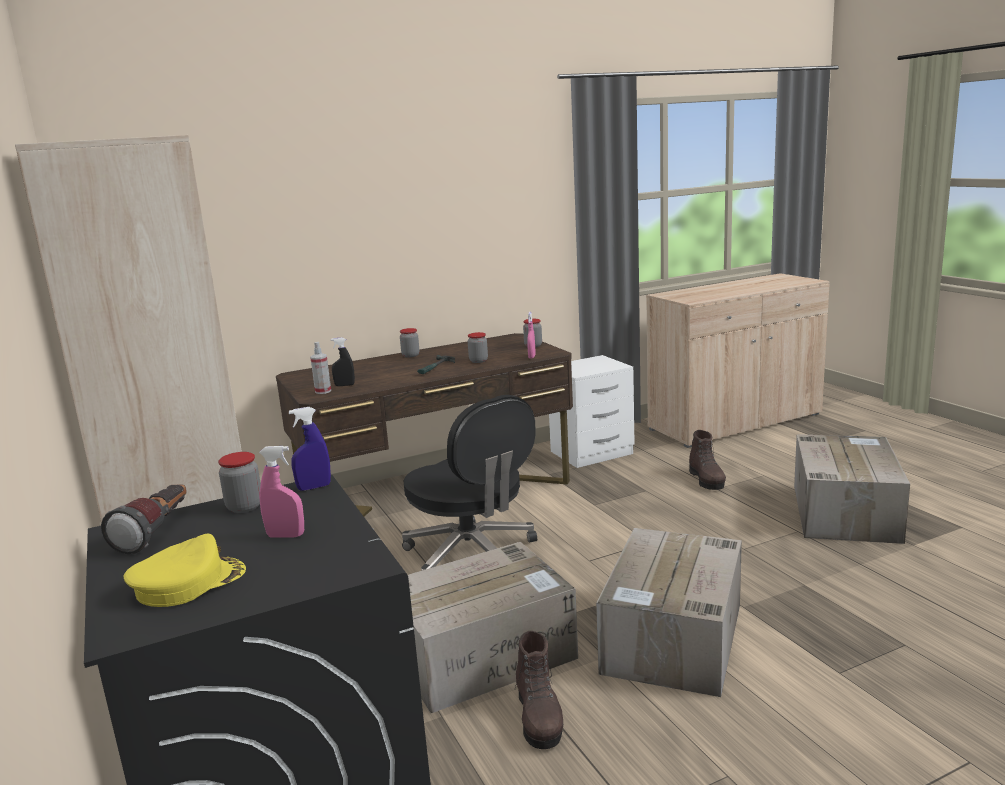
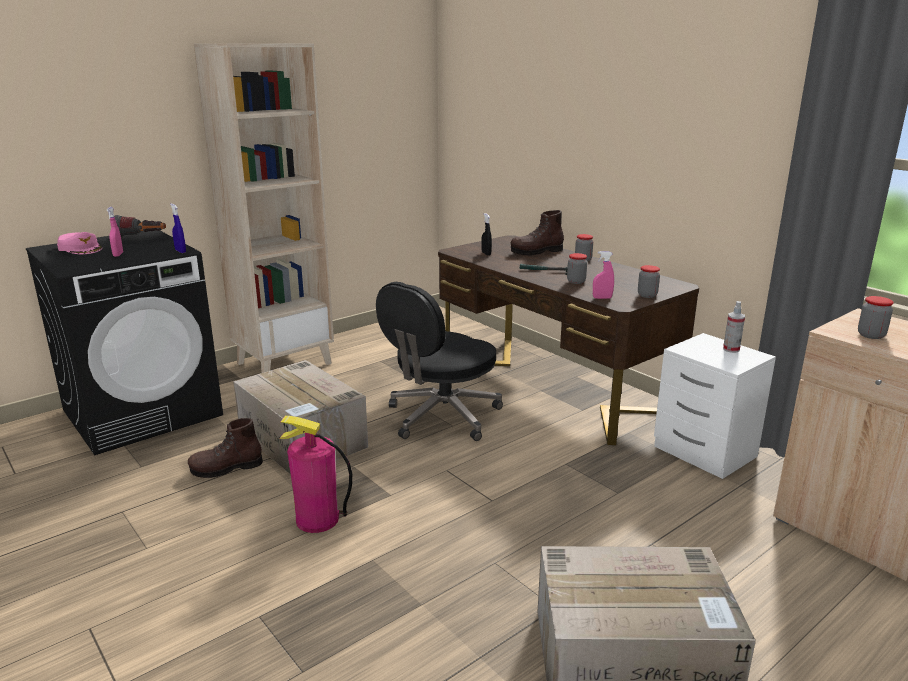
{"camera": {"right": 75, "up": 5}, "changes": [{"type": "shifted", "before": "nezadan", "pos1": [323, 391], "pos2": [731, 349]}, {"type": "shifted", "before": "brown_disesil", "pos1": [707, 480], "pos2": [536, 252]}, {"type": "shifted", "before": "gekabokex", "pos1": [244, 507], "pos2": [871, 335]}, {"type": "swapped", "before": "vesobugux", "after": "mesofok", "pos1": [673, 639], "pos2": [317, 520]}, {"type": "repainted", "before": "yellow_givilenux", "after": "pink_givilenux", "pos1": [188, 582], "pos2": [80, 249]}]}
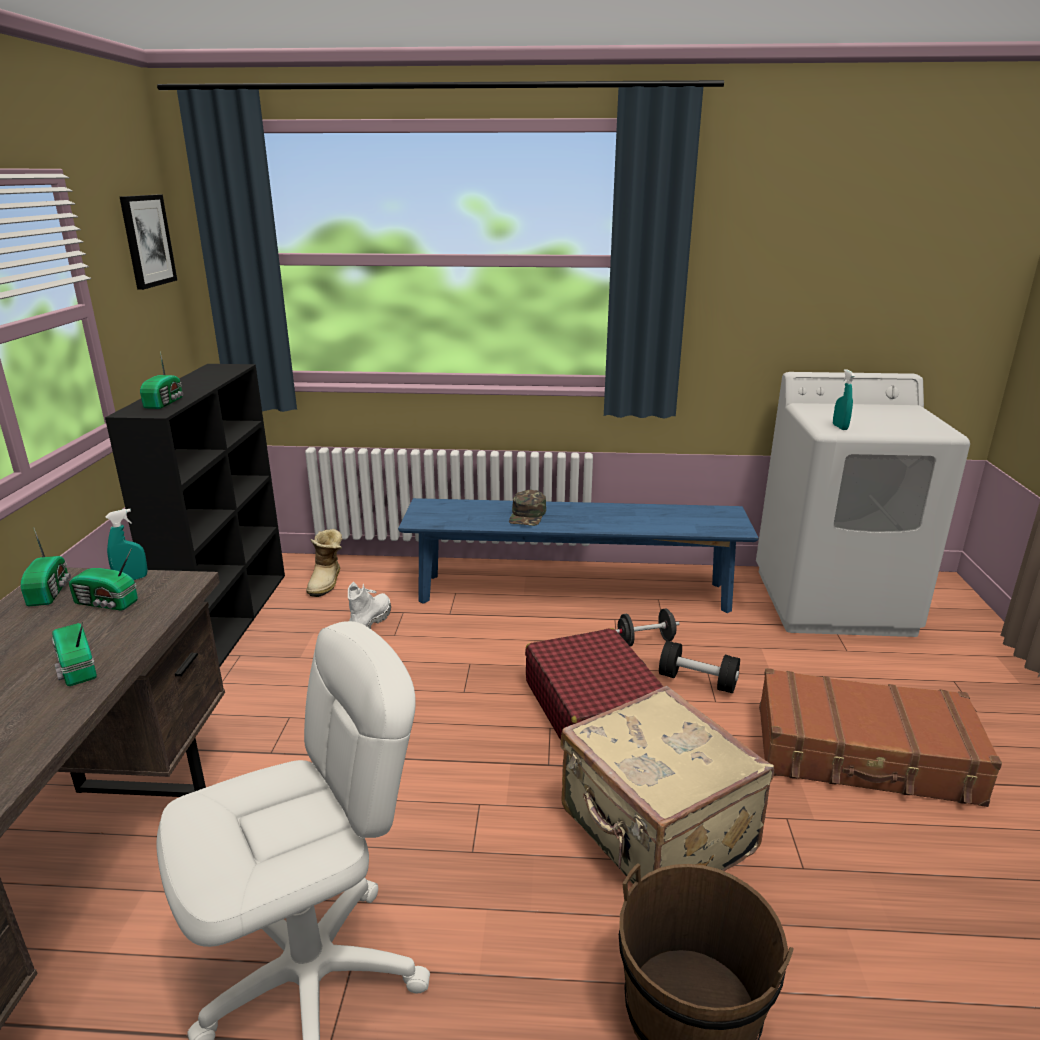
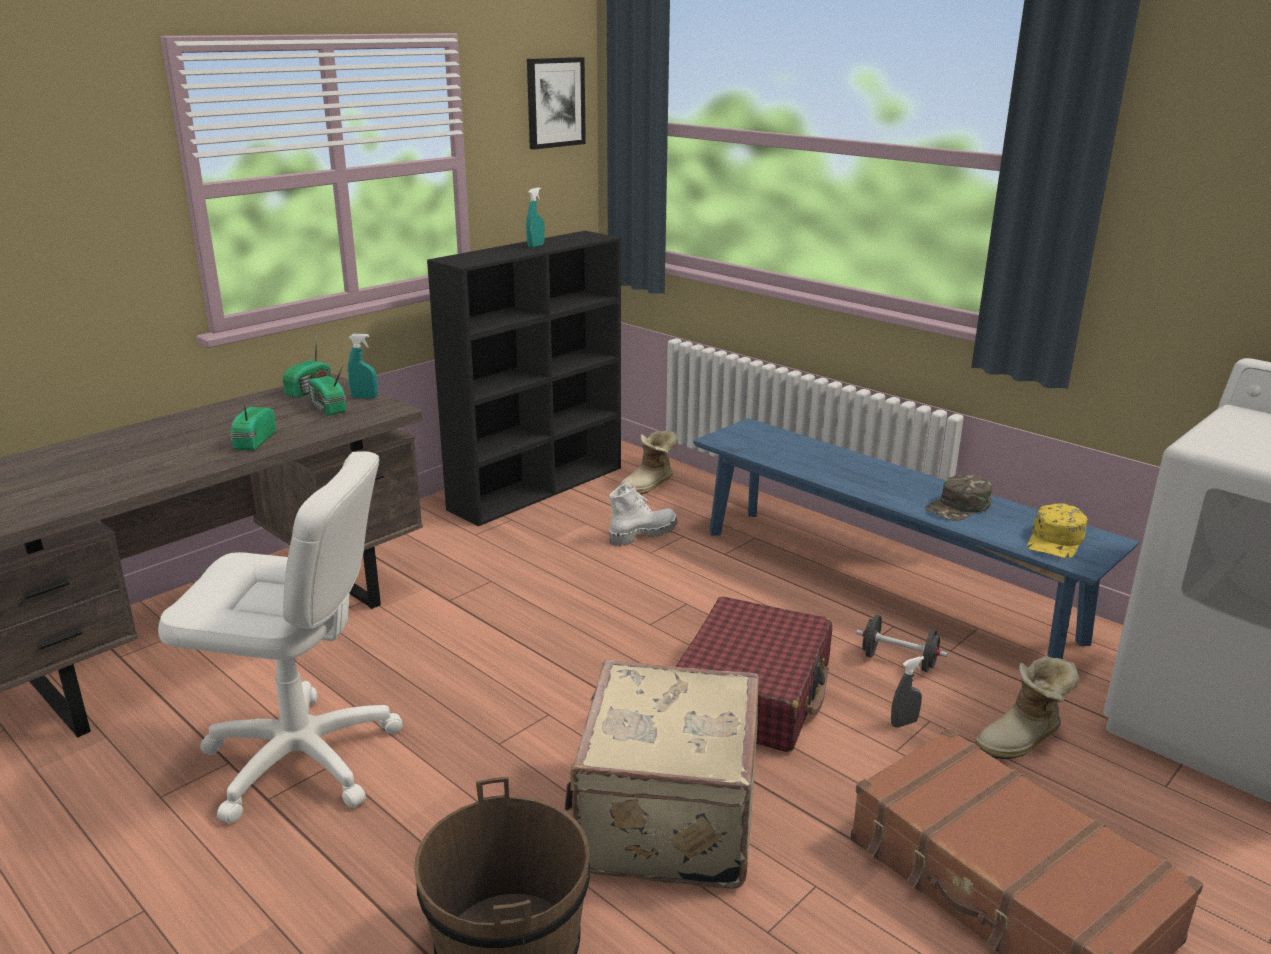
{"camera": {"right": 40, "up": 0}, "changes": [{"type": "gone", "before": "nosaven", "pos1": [165, 402]}, {"type": "shifted", "before": "turquoise_nezadan", "pos1": [840, 427], "pos2": [536, 246]}, {"type": "shifted", "before": "green_givilenux", "pos1": [528, 515], "pos2": [958, 507]}, {"type": "swapped", "before": "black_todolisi", "after": "grey_nezadan", "pos1": [697, 681], "pos2": [904, 723]}, {"type": "new", "after": "yellow_givilenux", "pos2": [1056, 541]}, {"type": "new", "after": "disesil", "pos2": [1023, 740]}]}
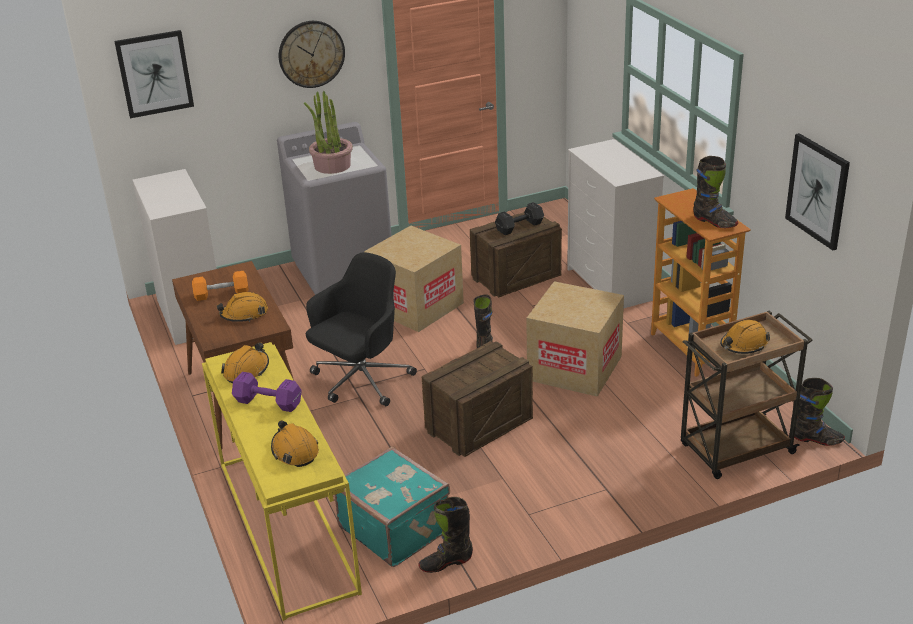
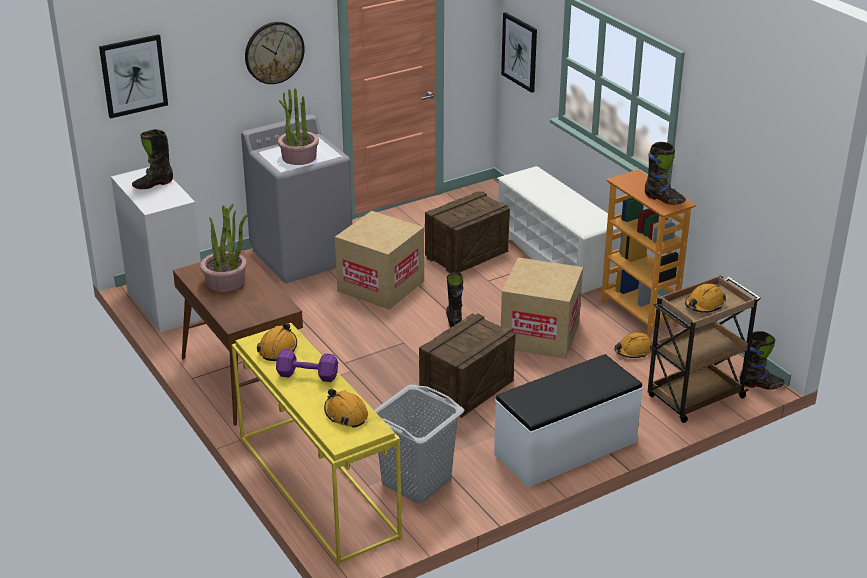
{"camera": {"right": -10, "up": 0}, "changes": [{"type": "shifted", "before": "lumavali", "pos1": [817, 191], "pos2": [520, 52]}, {"type": "swapped", "before": "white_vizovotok", "after": "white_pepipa", "pos1": [611, 284], "pos2": [555, 258]}, {"type": "gone", "before": "black_todolisi", "pos1": [520, 227]}, {"type": "gone", "before": "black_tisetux", "pos1": [361, 381]}, {"type": "swapped", "before": "orange_todolisi", "after": "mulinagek", "pos1": [221, 294], "pos2": [226, 281]}, {"type": "shifted", "before": "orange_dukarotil", "pos1": [244, 314], "pos2": [633, 351]}, {"type": "swapped", "before": "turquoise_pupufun", "after": "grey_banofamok", "pos1": [395, 528], "pos2": [416, 481]}, {"type": "shifted", "before": "black_disesil", "pos1": [446, 563], "pos2": [153, 184]}, {"type": "new", "after": "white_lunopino", "pos2": [566, 449]}]}
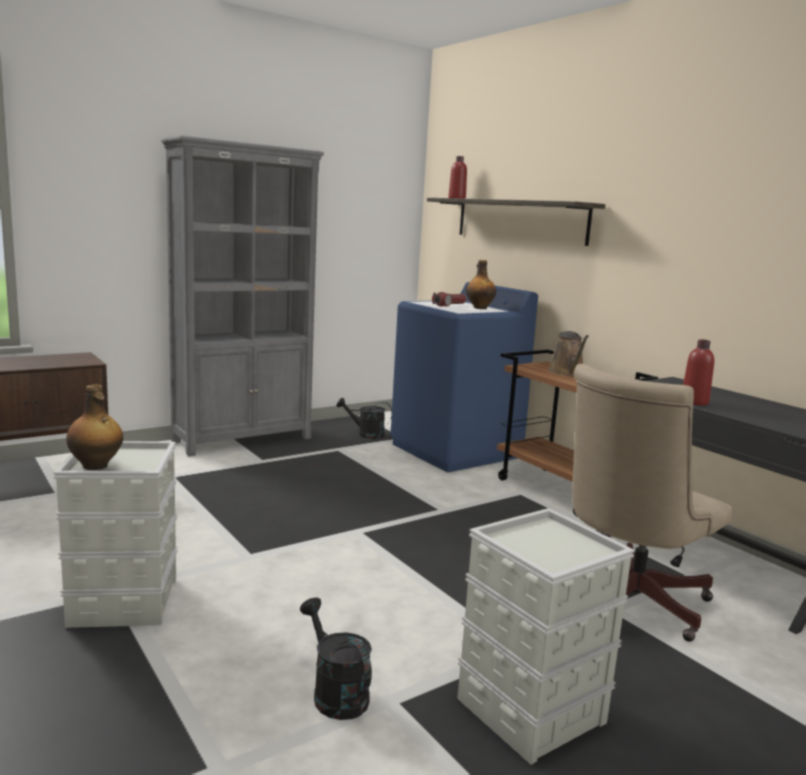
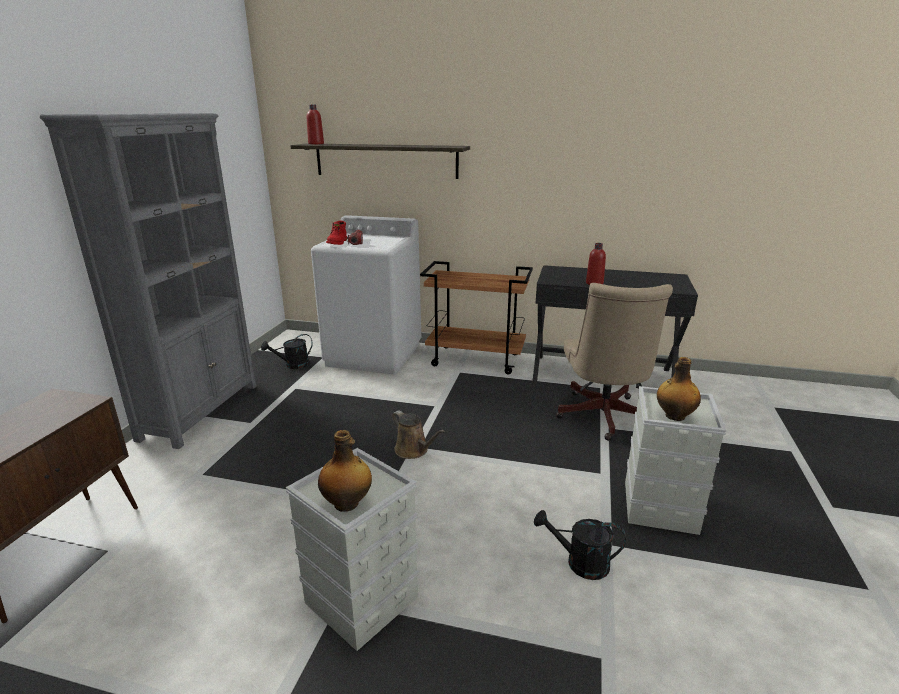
{"camera": {"right": -40, "up": 10}, "changes": [{"type": "shifted", "before": "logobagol", "pos1": [479, 308], "pos2": [674, 416]}, {"type": "repainted", "before": "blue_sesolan", "after": "white_sesolan", "pos1": [455, 451], "pos2": [374, 354]}, {"type": "shifted", "before": "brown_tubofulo", "pos1": [567, 372], "pos2": [413, 450]}, {"type": "new", "after": "red_disesil", "pos2": [338, 242]}]}
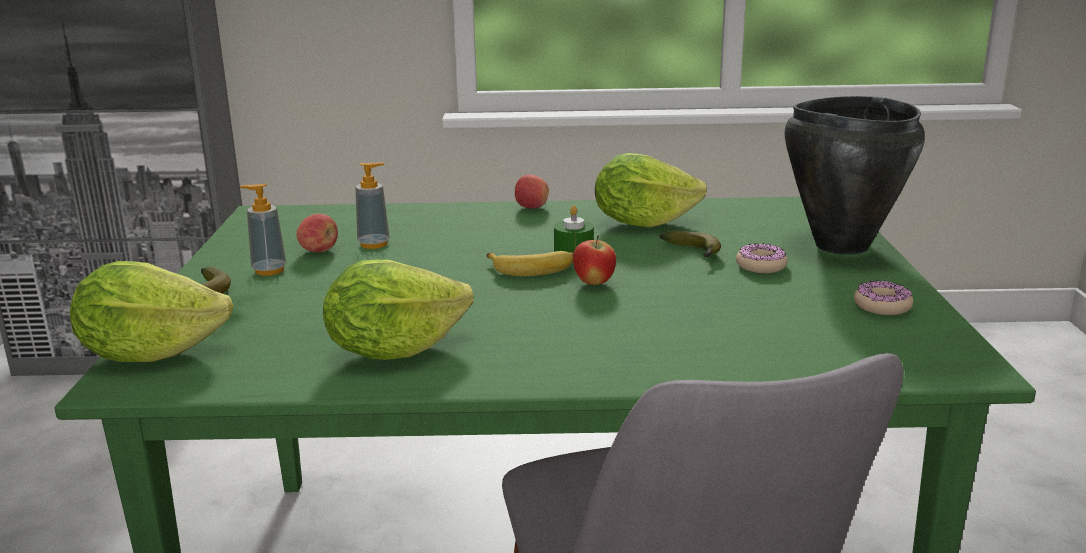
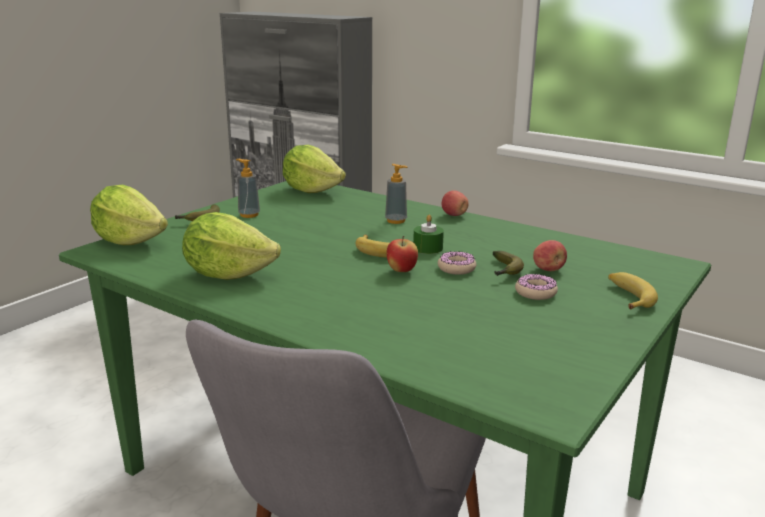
{"camera": {"right": 35, "up": 0}, "changes": [{"type": "swapped", "before": "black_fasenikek", "after": "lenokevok", "pos1": [840, 245], "pos2": [628, 297]}, {"type": "shifted", "before": "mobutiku", "pos1": [642, 222], "pos2": [312, 190]}, {"type": "shifted", "before": "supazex", "pos1": [374, 244], "pos2": [396, 221]}, {"type": "shifted", "before": "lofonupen", "pos1": [319, 250], "pos2": [548, 269]}, {"type": "shifted", "before": "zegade", "pos1": [882, 306], "pos2": [456, 268]}]}
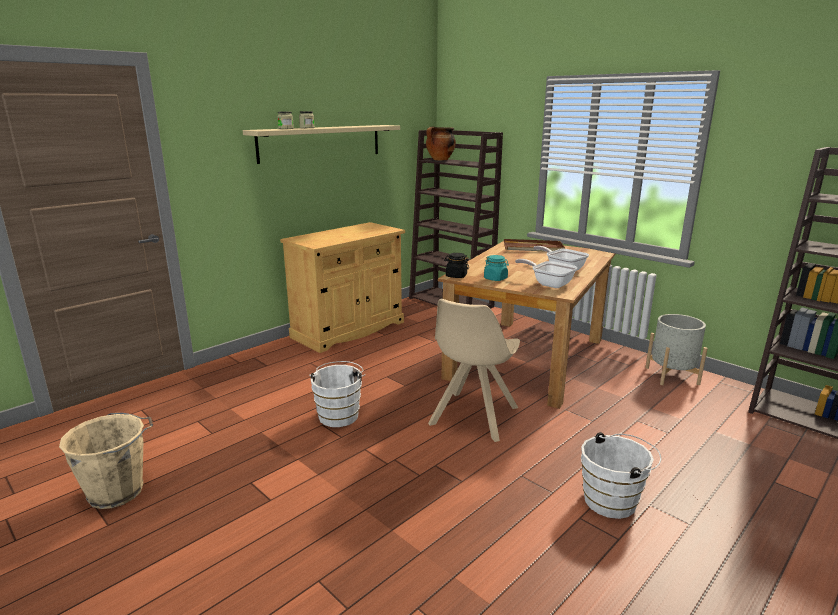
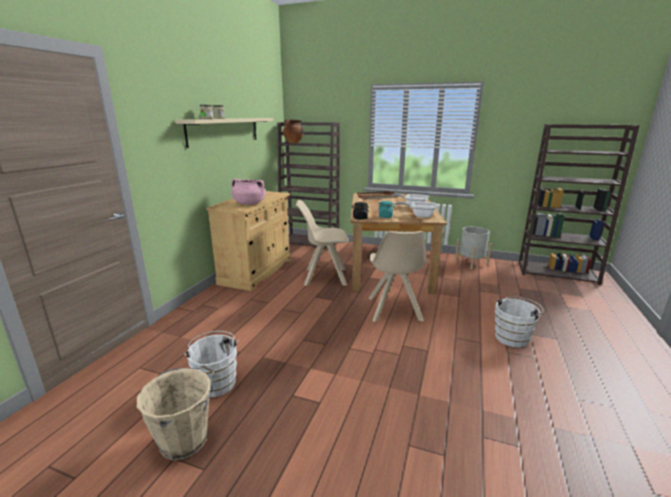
{"camera": {"right": -25, "up": 0}, "changes": [{"type": "shifted", "before": "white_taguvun", "pos1": [339, 414], "pos2": [216, 381]}, {"type": "new", "after": "pink_fasenikek", "pos2": [249, 204]}, {"type": "new", "after": "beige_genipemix", "pos2": [324, 277]}]}
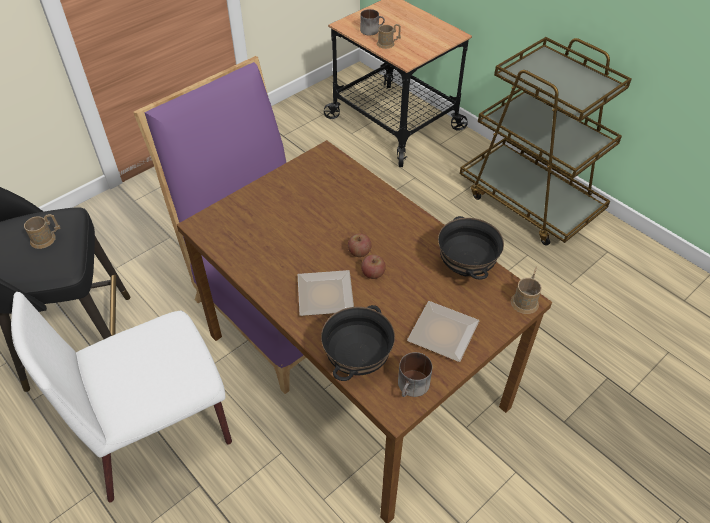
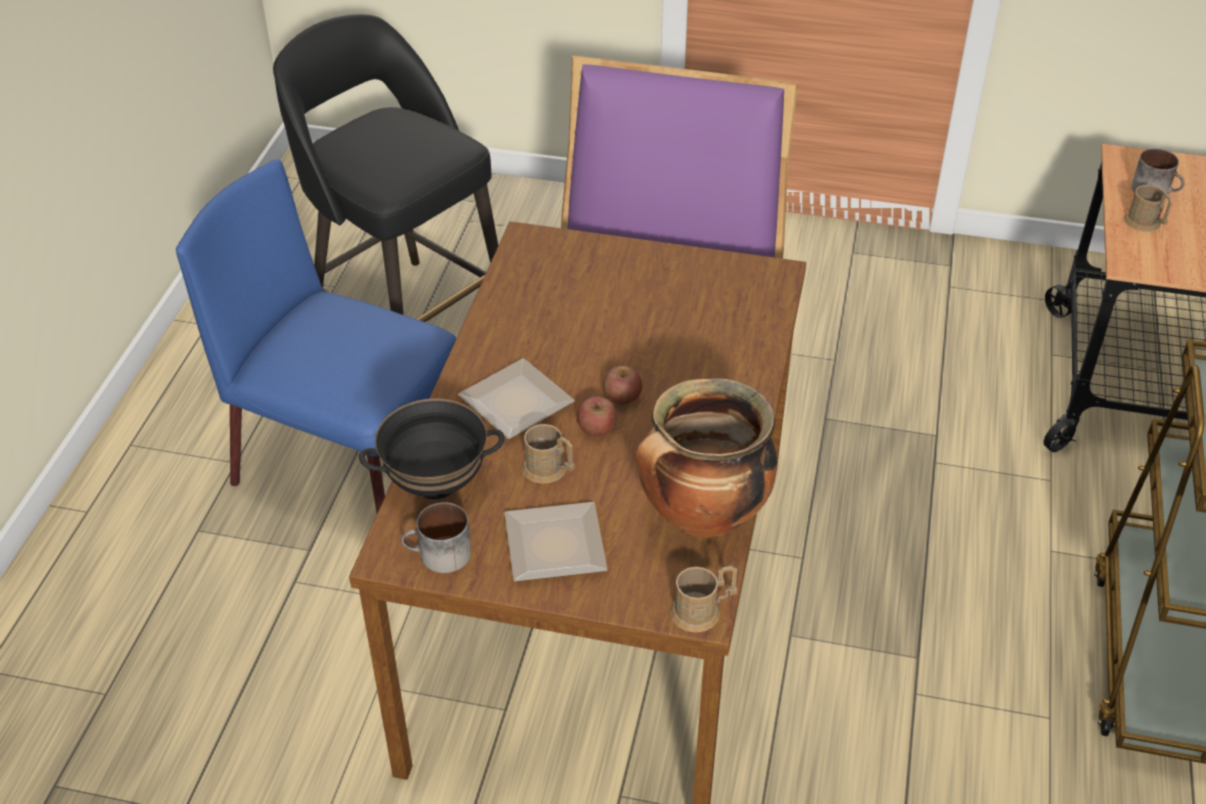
{"camera": {"right": 55, "up": -5}, "changes": [{"type": "shifted", "before": "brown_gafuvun", "pos1": [47, 238], "pos2": [549, 470]}, {"type": "swapped", "before": "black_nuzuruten", "after": "fasenikek", "pos1": [466, 267], "pos2": [702, 518]}, {"type": "repainted", "before": "white_genipemix", "after": "blue_genipemix", "pos1": [159, 431], "pos2": [351, 469]}]}
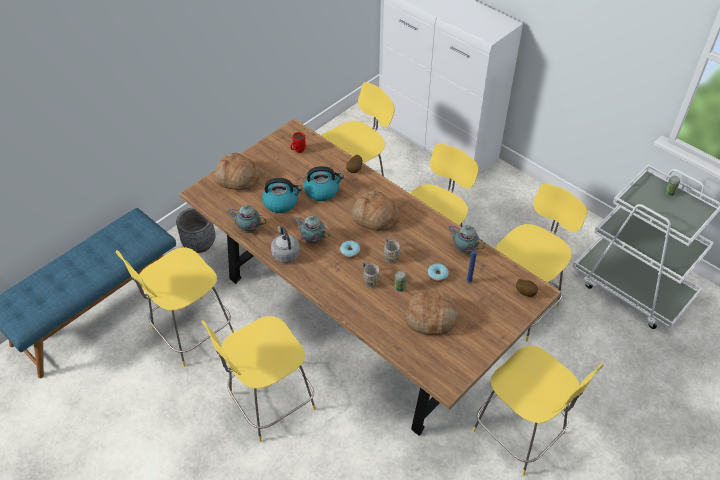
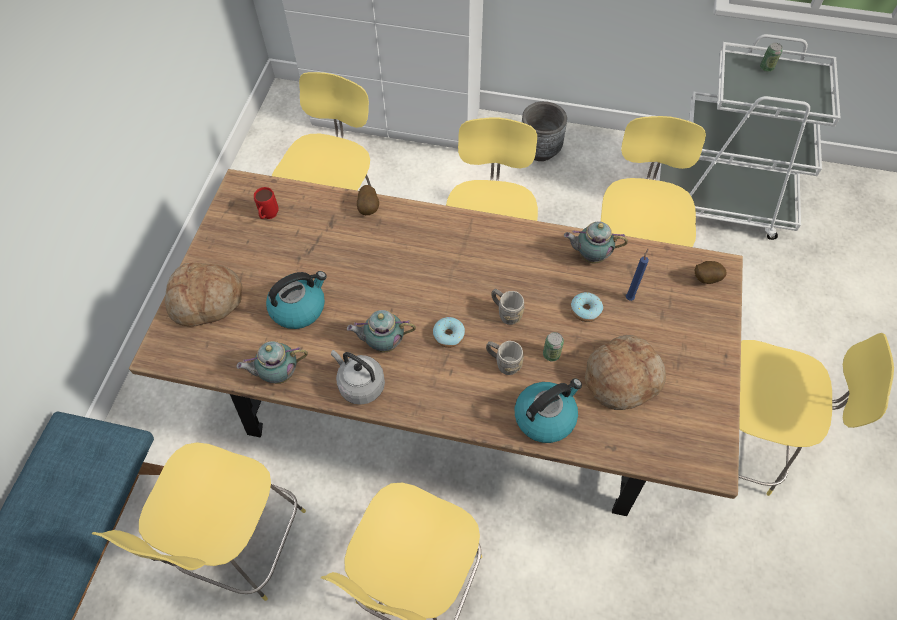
{"camera": {"right": -30, "up": 10}, "changes": [{"type": "shifted", "before": "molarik", "pos1": [322, 191], "pos2": [545, 416]}, {"type": "gone", "before": "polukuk", "pos1": [375, 217]}, {"type": "shifted", "before": "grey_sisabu", "pos1": [199, 244], "pos2": [540, 150]}]}
